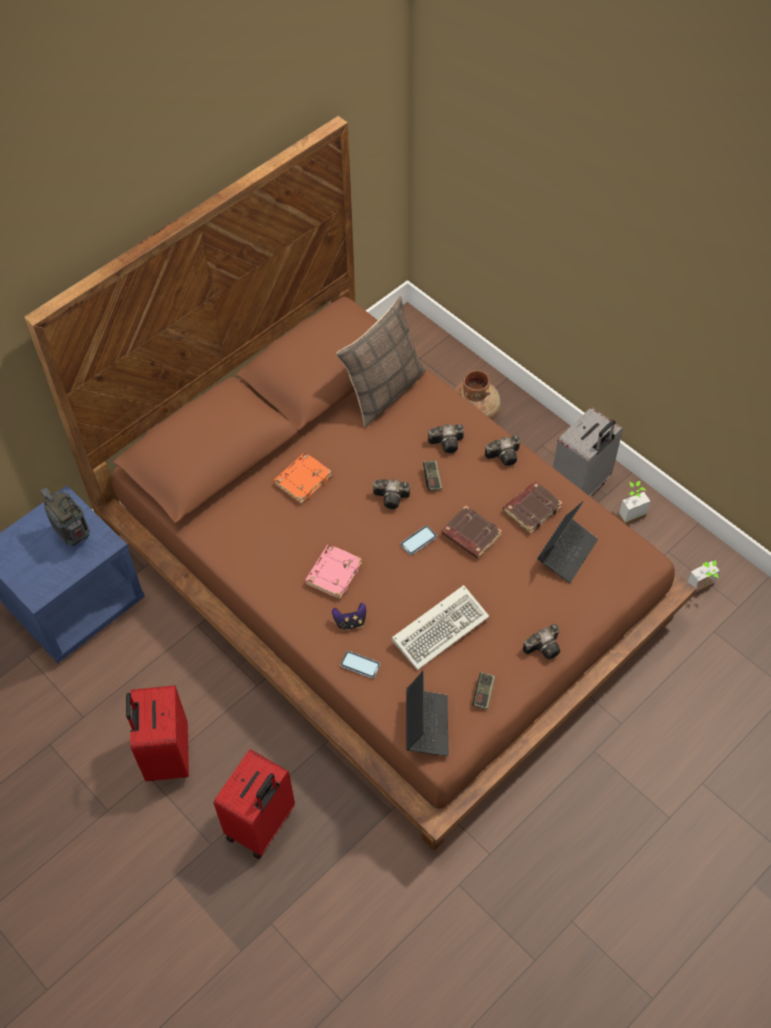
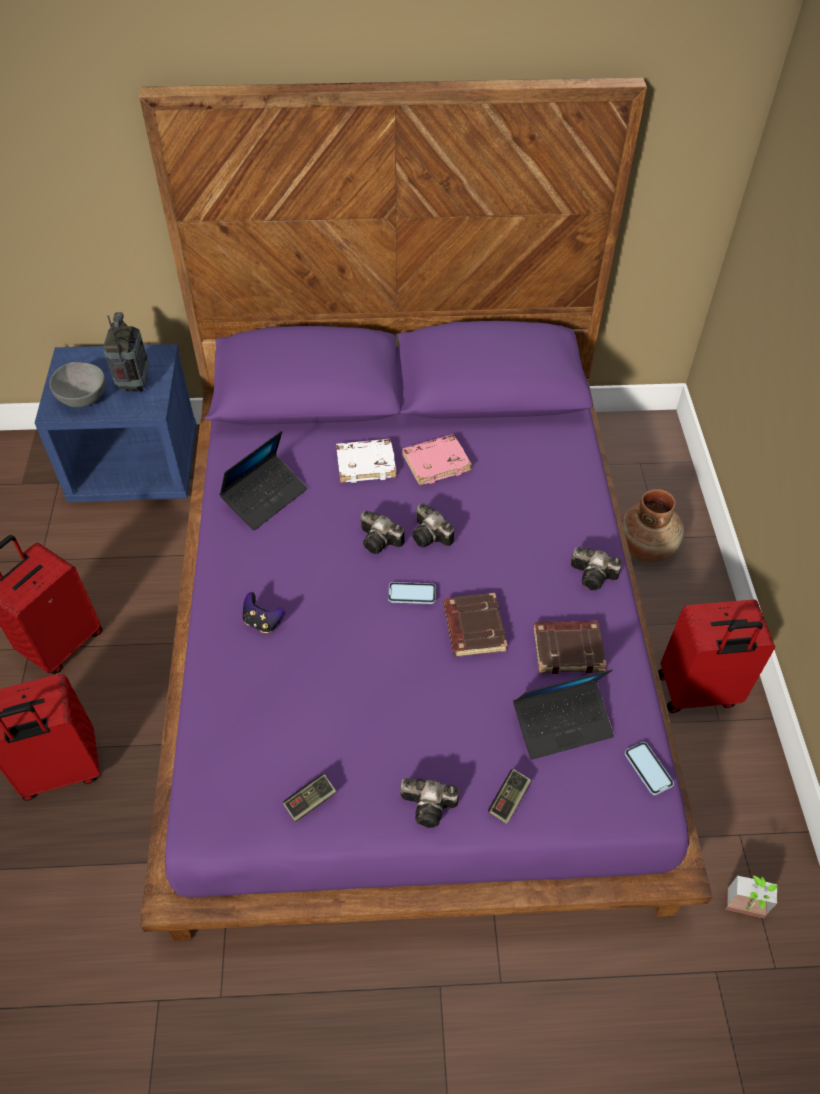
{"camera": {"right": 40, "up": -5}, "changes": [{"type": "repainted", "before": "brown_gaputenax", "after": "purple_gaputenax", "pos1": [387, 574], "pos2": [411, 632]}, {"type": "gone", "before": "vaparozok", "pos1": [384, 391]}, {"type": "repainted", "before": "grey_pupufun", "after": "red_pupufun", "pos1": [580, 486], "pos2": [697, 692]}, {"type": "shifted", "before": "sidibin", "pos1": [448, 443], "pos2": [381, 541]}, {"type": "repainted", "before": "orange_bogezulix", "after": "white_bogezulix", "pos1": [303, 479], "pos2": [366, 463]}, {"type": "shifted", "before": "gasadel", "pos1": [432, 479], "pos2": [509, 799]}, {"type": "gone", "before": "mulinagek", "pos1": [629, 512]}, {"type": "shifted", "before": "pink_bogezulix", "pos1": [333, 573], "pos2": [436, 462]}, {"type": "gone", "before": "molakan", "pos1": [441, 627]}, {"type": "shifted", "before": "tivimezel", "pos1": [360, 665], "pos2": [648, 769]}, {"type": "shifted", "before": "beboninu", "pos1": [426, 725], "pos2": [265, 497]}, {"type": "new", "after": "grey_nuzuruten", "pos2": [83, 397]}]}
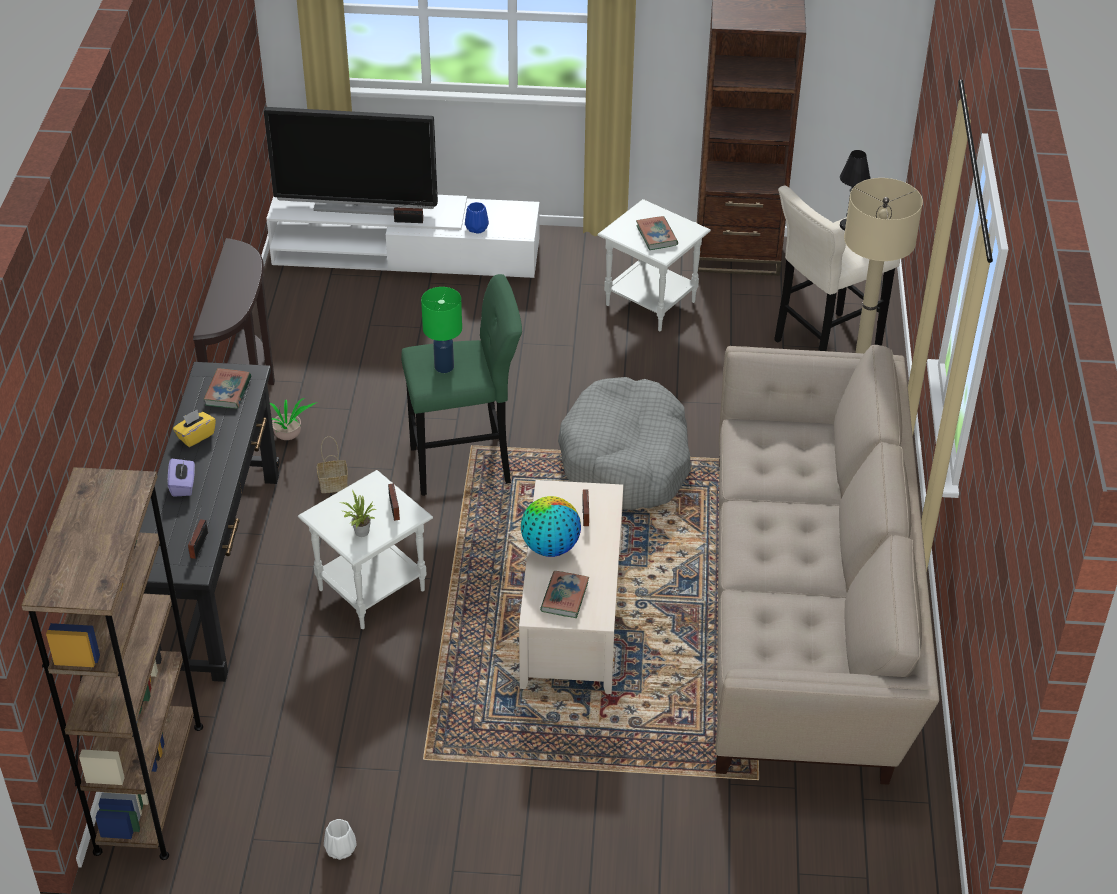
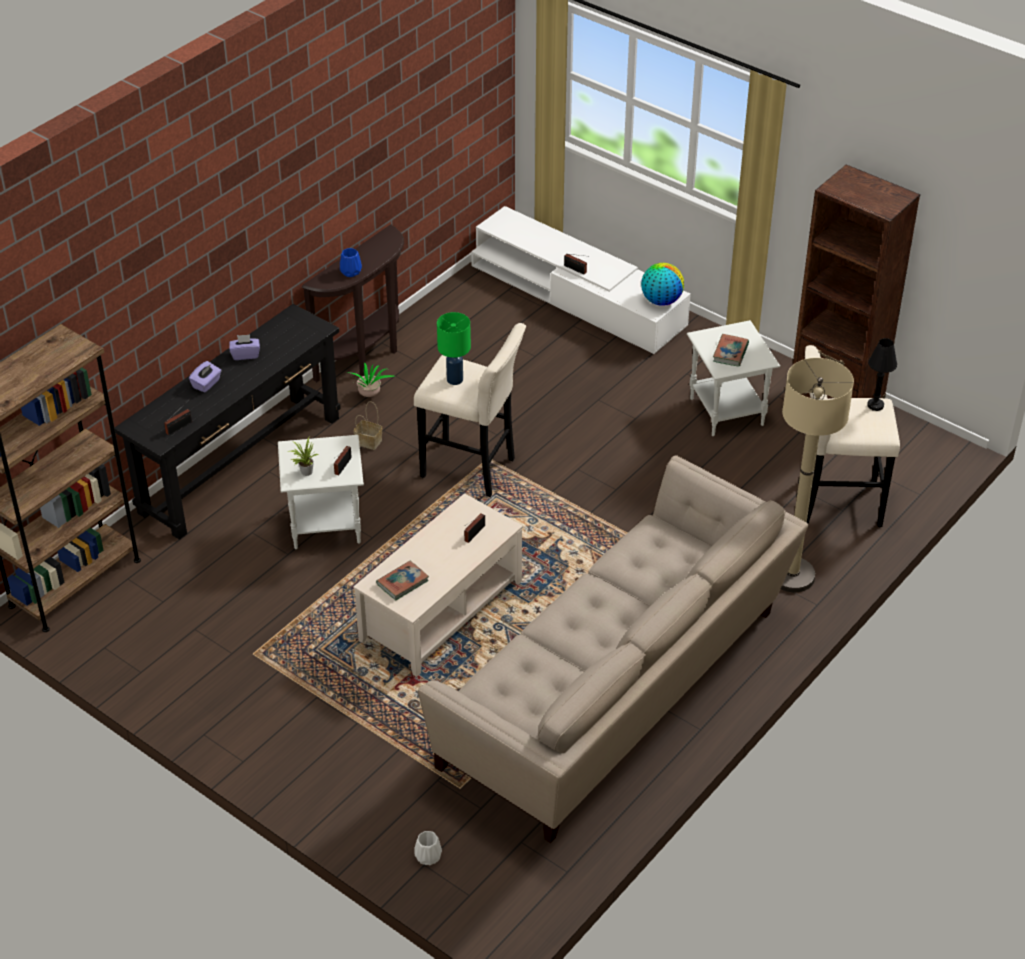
{"camera": {"right": 35, "up": 0}, "changes": [{"type": "gone", "before": "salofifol", "pos1": [357, 205]}, {"type": "shifted", "before": "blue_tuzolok", "pos1": [477, 228], "pos2": [351, 272]}, {"type": "repainted", "before": "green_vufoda", "after": "beige_vufoda", "pos1": [466, 464], "pos2": [472, 469]}, {"type": "gone", "before": "bogezulix", "pos1": [228, 391]}, {"type": "gone", "before": "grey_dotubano", "pos1": [626, 461]}, {"type": "repainted", "before": "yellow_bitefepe", "after": "purple_bitefepe", "pos1": [196, 436], "pos2": [245, 354]}, {"type": "shifted", "before": "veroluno", "pos1": [550, 547], "pos2": [661, 301]}, {"type": "shifted", "before": "white_tuzolok", "pos1": [339, 849], "pos2": [427, 856]}]}
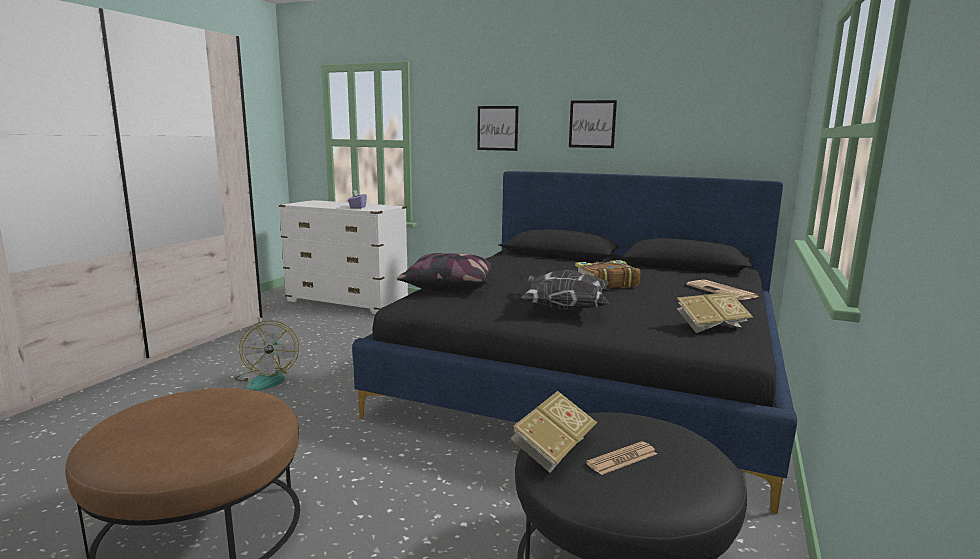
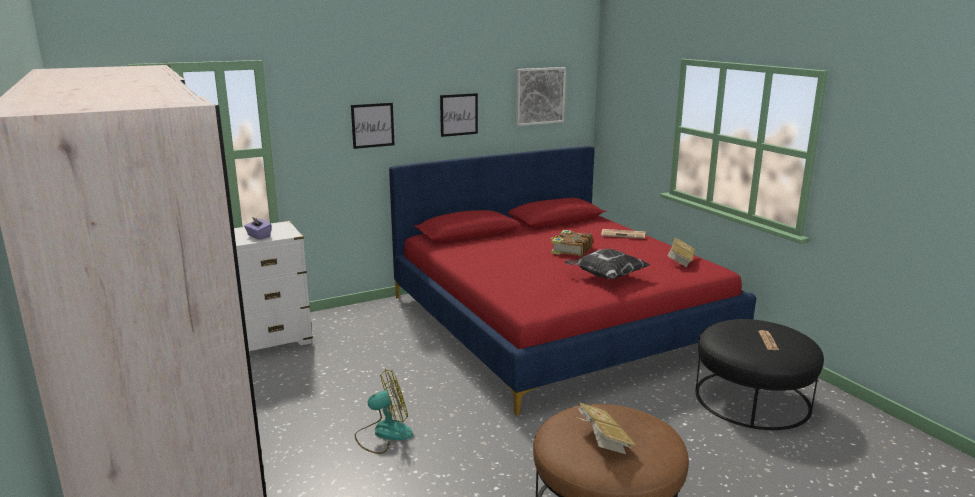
{"camera": {"right": -50, "up": 5}, "changes": [{"type": "repainted", "before": "black_gaputenax", "after": "red_gaputenax", "pos1": [592, 376], "pos2": [557, 321]}, {"type": "gone", "before": "vaparozok", "pos1": [449, 287]}, {"type": "rotated", "before": "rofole", "pos1": [267, 379], "pos2": [383, 434], "turn": -45}, {"type": "shifted", "before": "bogezulix", "pos1": [553, 449], "pos2": [603, 441]}, {"type": "new", "after": "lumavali", "pos2": [539, 96]}]}
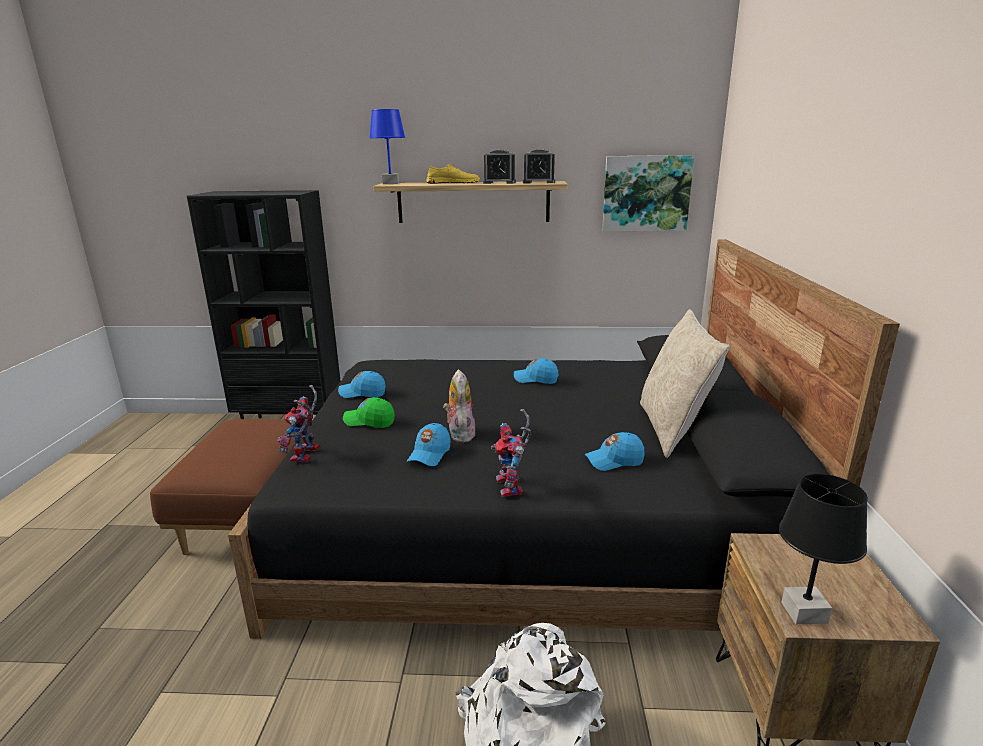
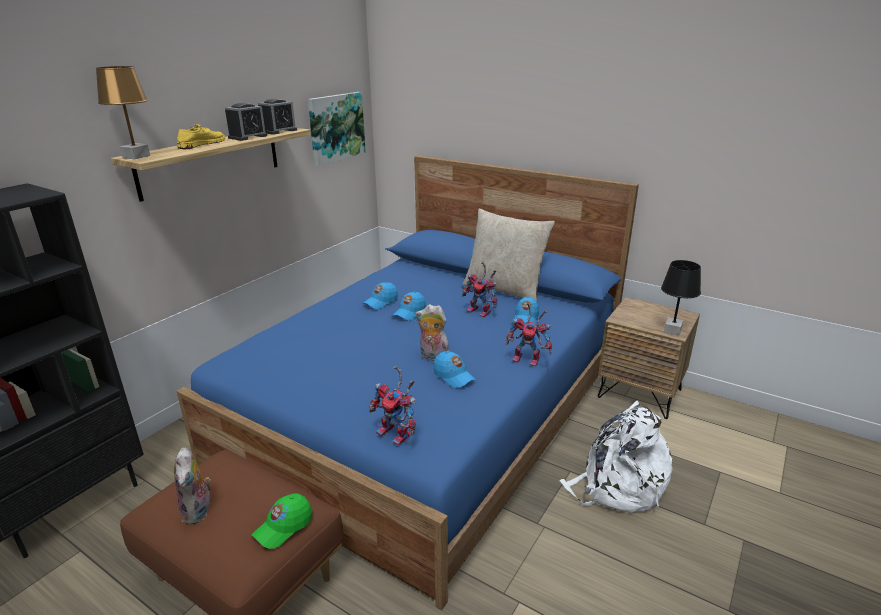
{"camera": {"right": -60, "up": 5}, "changes": [{"type": "repainted", "before": "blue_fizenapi", "after": "brown_fizenapi", "pos1": [391, 183], "pos2": [136, 156]}, {"type": "repainted", "before": "black_gaputenax", "after": "blue_gaputenax", "pos1": [527, 522], "pos2": [429, 410]}, {"type": "shifted", "before": "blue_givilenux", "pos1": [362, 393], "pos2": [409, 313]}, {"type": "shifted", "before": "green_givilenux", "pos1": [369, 421], "pos2": [283, 527]}, {"type": "new", "after": "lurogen", "pos2": [481, 312]}, {"type": "new", "after": "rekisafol", "pos2": [199, 511]}]}
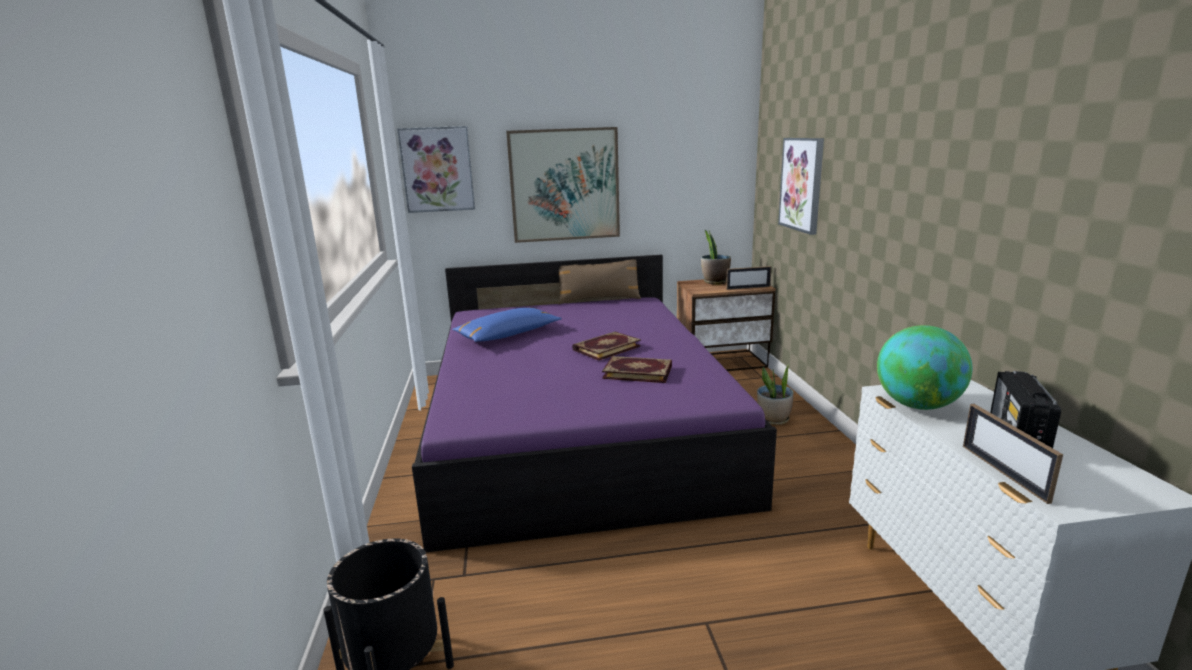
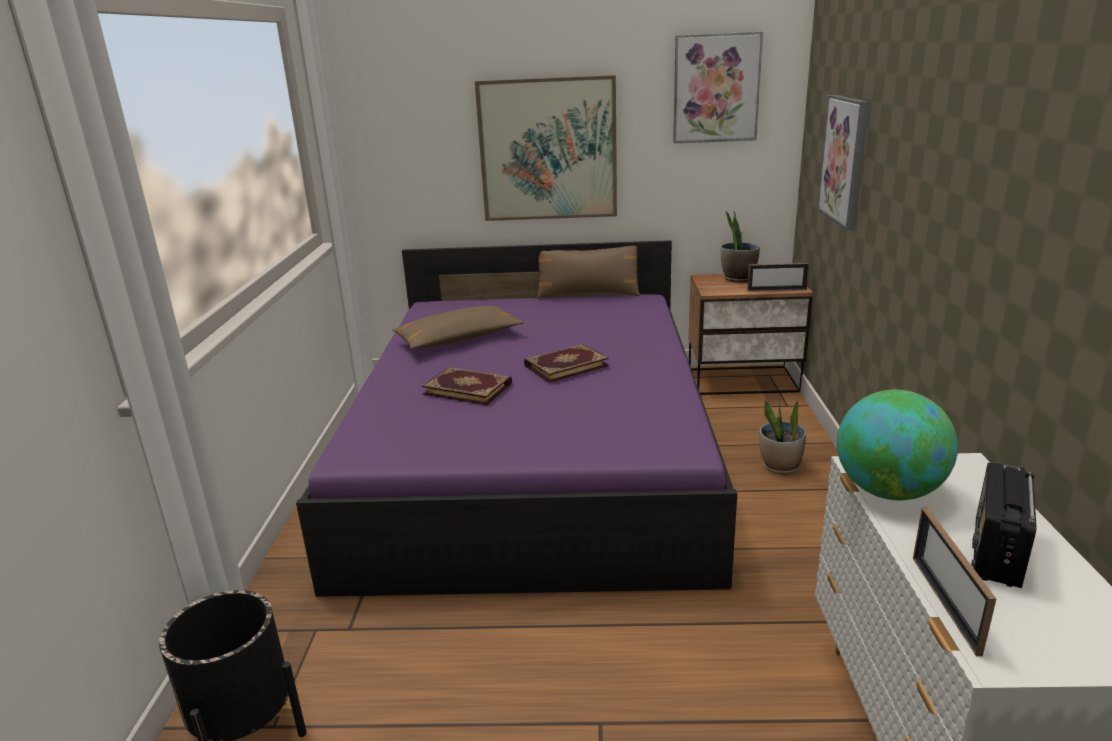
{"camera": {"right": 10, "up": 5}, "changes": [{"type": "shifted", "before": "lumavali", "pos1": [437, 169], "pos2": [716, 88]}, {"type": "repainted", "before": "blue_vaparozok", "after": "brown_vaparozok", "pos1": [508, 335], "pos2": [458, 339]}, {"type": "shifted", "before": "bogezulix", "pos1": [638, 371], "pos2": [468, 388]}]}
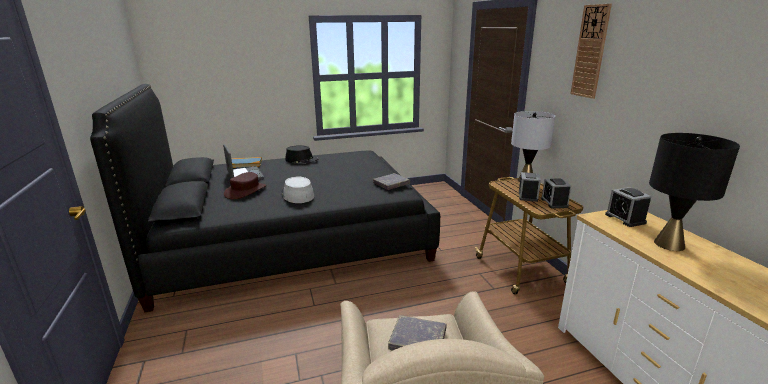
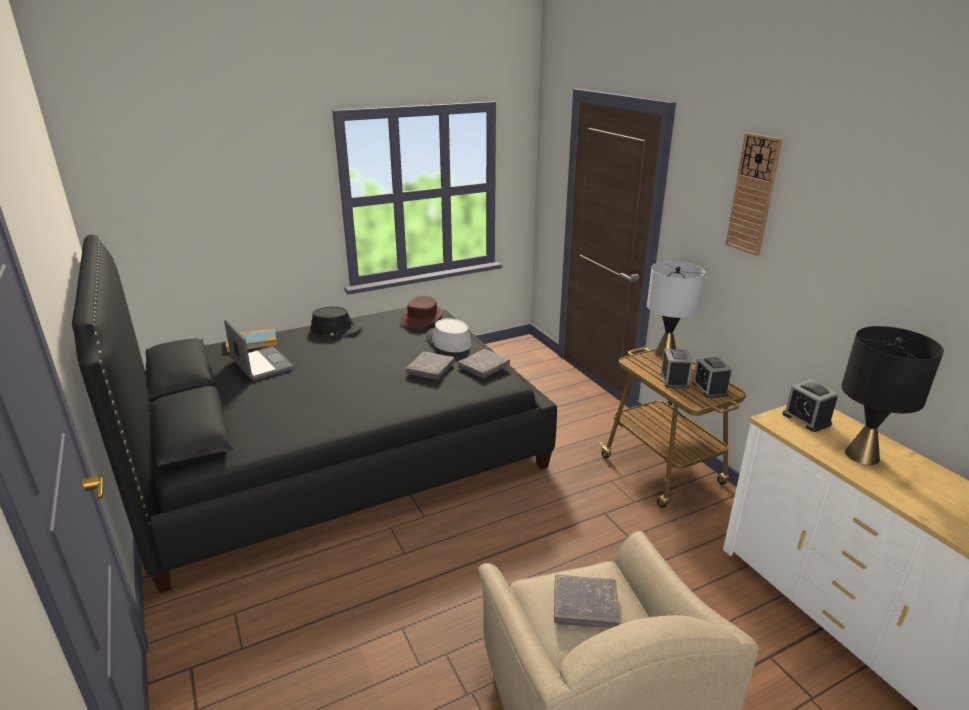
{"camera": {"right": -10, "up": 5}, "changes": [{"type": "shifted", "before": "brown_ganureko", "pos1": [245, 191], "pos2": [422, 318]}, {"type": "shifted", "before": "grey_ganureko", "pos1": [297, 194], "pos2": [448, 341]}, {"type": "new", "after": "grey_bogezulix", "pos2": [430, 368]}]}
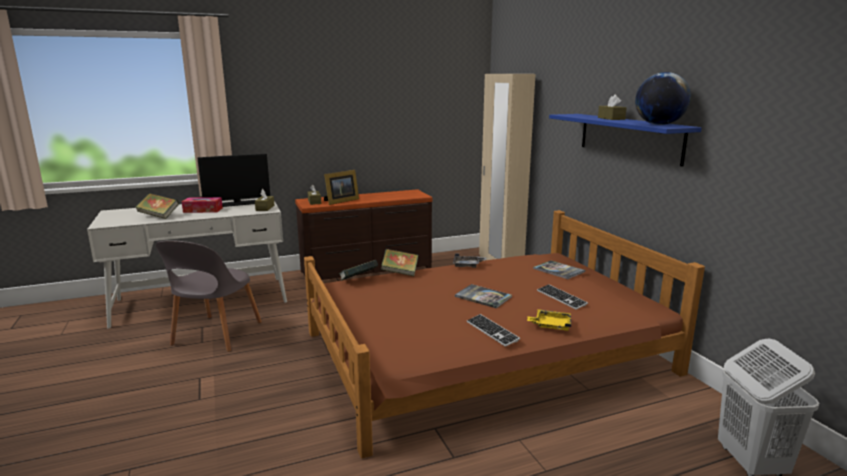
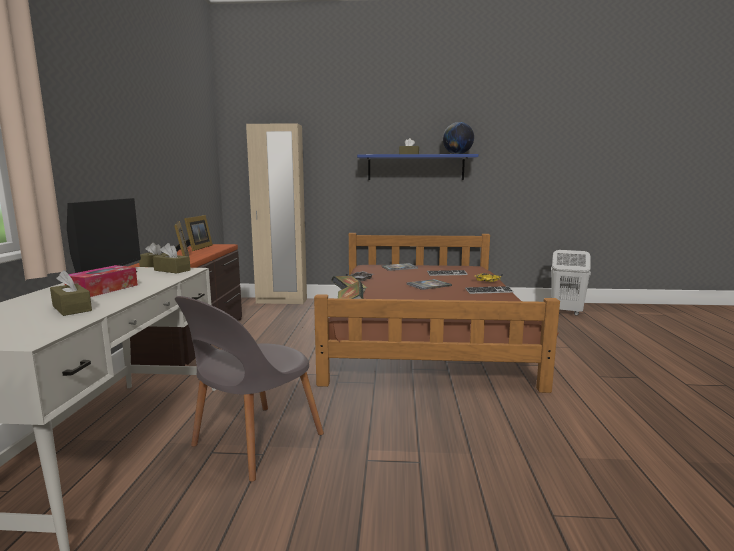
{"camera": {"right": -65, "up": -5}, "changes": [{"type": "swapped", "before": "bogezulix", "after": "brown_bitefepe", "pos1": [159, 216], "pos2": [72, 308]}, {"type": "rotated", "before": "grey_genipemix", "pos1": [215, 335], "pos2": [254, 442], "turn": 90}, {"type": "new", "after": "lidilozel", "pos2": [197, 248]}]}
